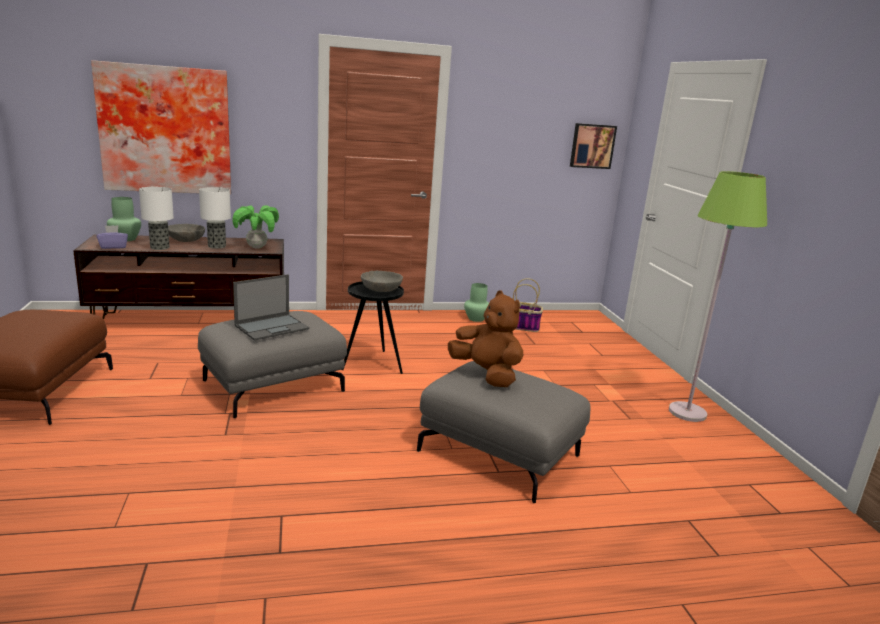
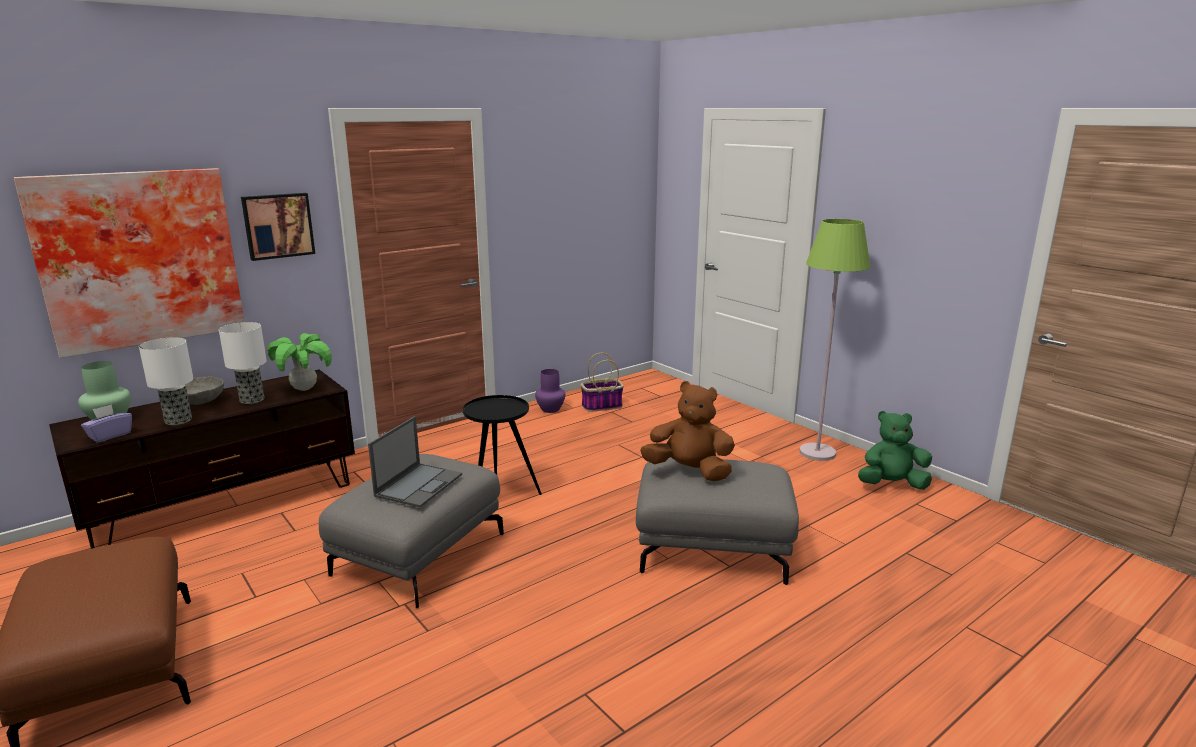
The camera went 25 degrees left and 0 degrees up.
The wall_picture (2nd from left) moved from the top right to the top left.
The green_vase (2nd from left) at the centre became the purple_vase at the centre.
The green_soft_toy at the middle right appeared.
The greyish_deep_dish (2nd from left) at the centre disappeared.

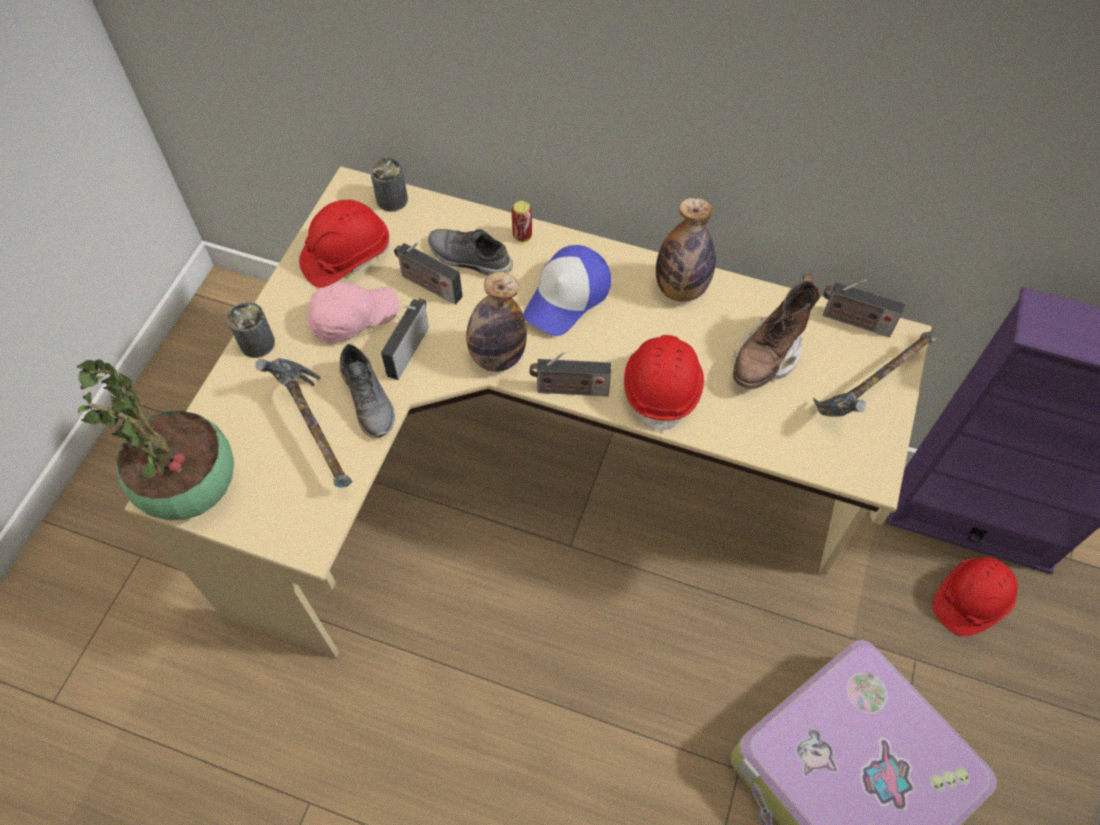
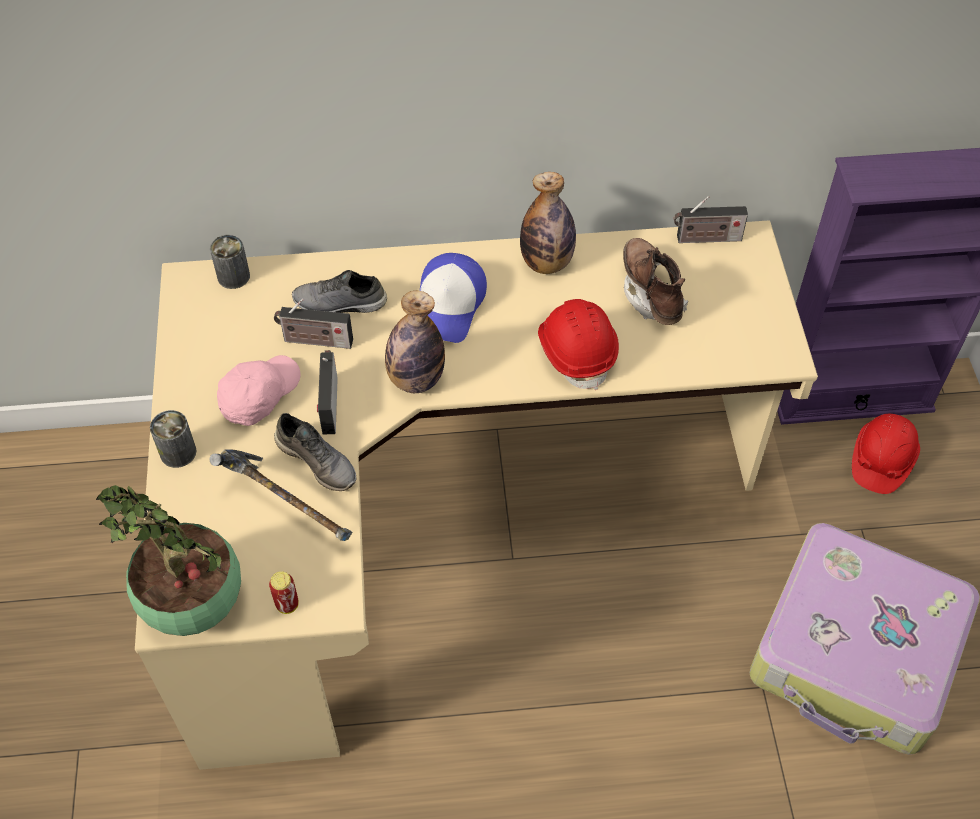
The camera went 25 degrees left and 5 degrees down.
The can (3rd from left) moved from the top centre to the bottom left.
The brownish_boot at the middle right turned 150 degrees clockwise.
The red-coloured_work_helmet (1st from left) at the top left disappeared.
The radio (3rd from left) at the centre disappeared.
The tool_hammer (2nd from left) at the middle right disappeared.

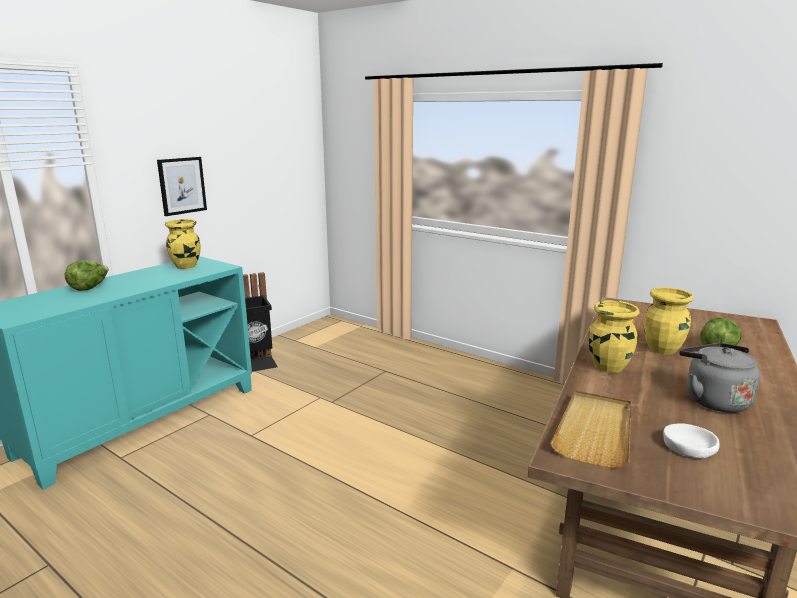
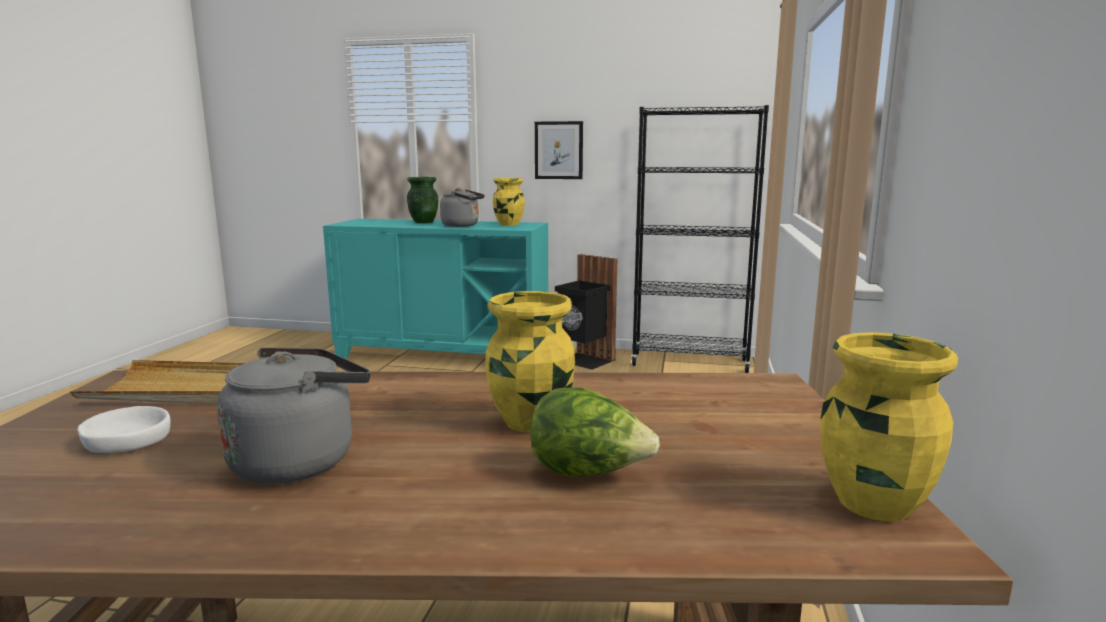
The camera went 65 degrees right and 5 degrees down.
The head_of_lettuce (1st from left) at the middle left was replaced by the green_vase at the top centre.
The greyish_tea_kettle (2nd from left) at the top centre appeared.
The black-coloured_shelving_unit at the centre appeared.
The yellow_vase (2nd from left in the first image) moved from the middle right to the bottom right.

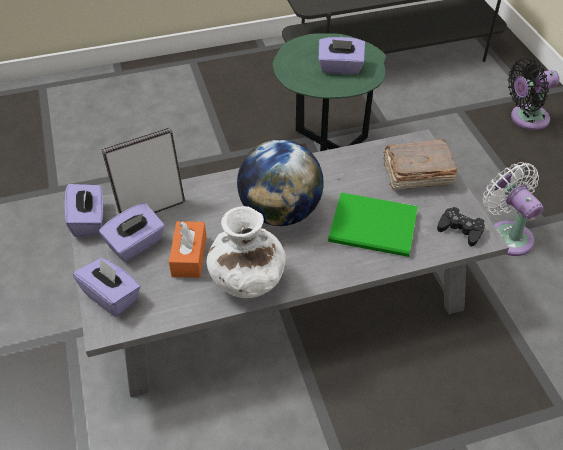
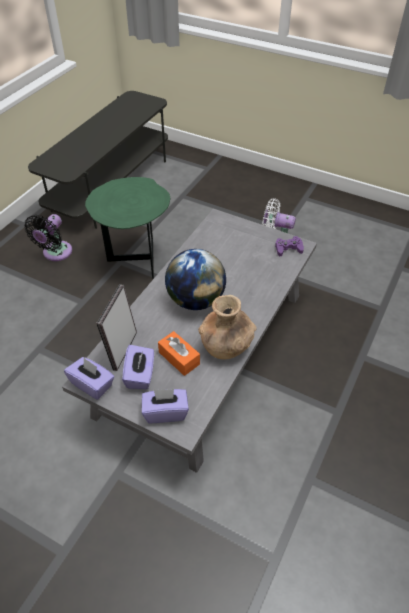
The camera went 45 degrees left and 0 degrees up.
The black-coloured_fan moved from the top right to the middle left.
The white_vase at the centre became the brownish_vase at the centre.
The black-coloured_joypad at the middle right became the purple_joypad at the middle right.
The purple_box_of_tissues (4th from left) at the top centre disappeared.
The green_bound_book at the centre disappeared.
The brownish_bound_book at the middle right disappeared.

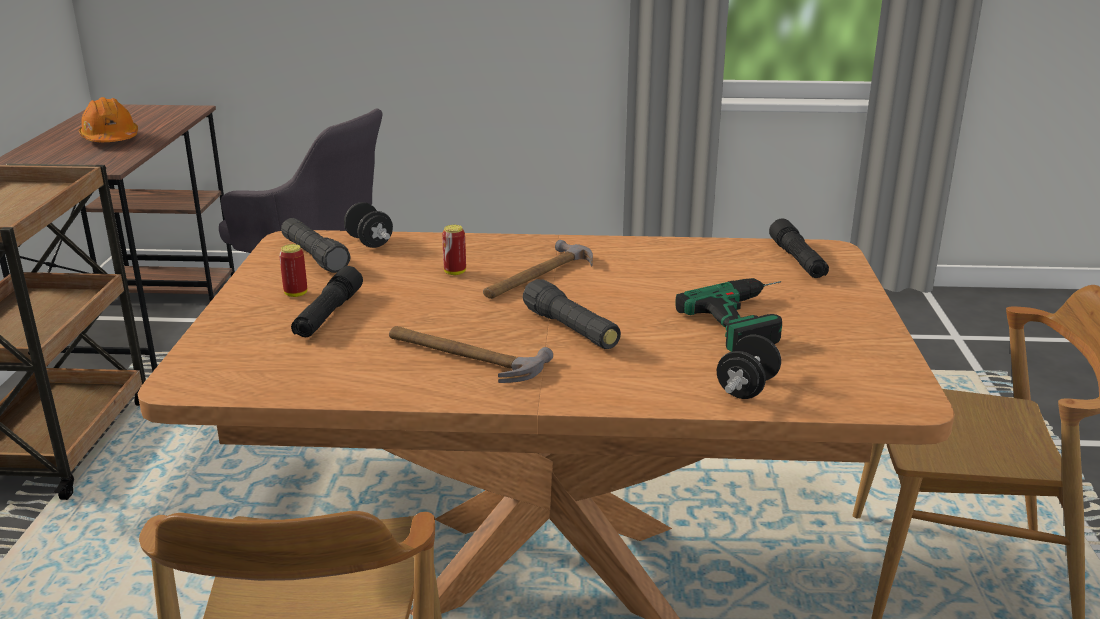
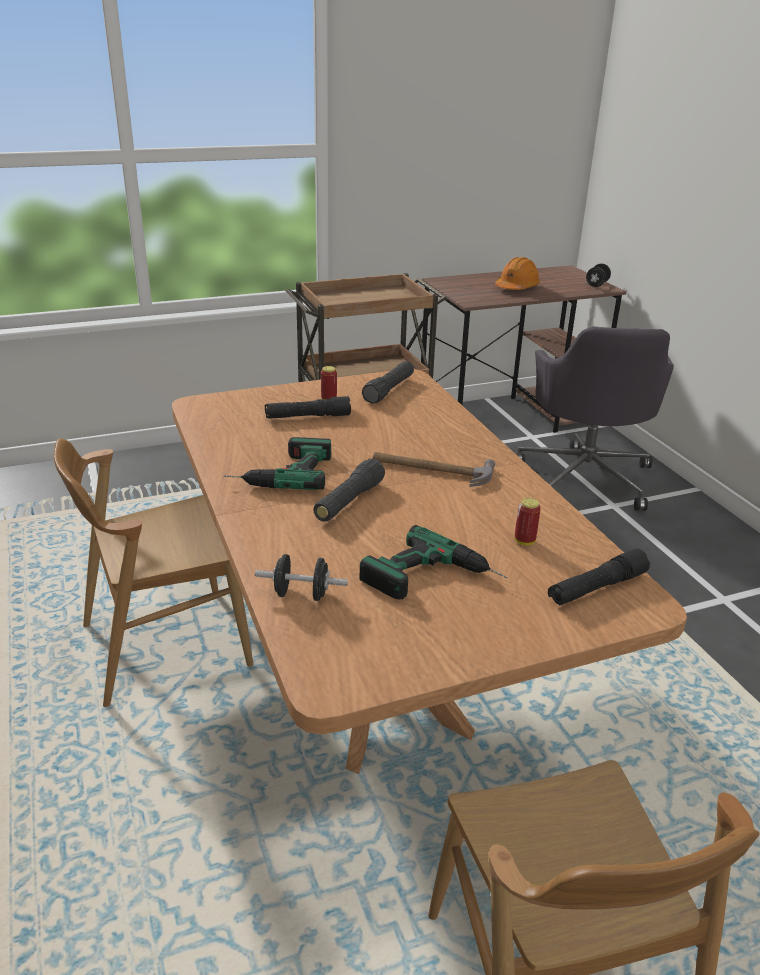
The camera went 65 degrees right and 5 degrees up.
The tool_hammer (1st from left) at the centre was replaced by the electric_drill (1st from left) at the centre.
The can (2nd from left) moved from the centre to the middle right.
The black-coloured_hand_weight (1st from left in the first image) moved from the centre to the top right.

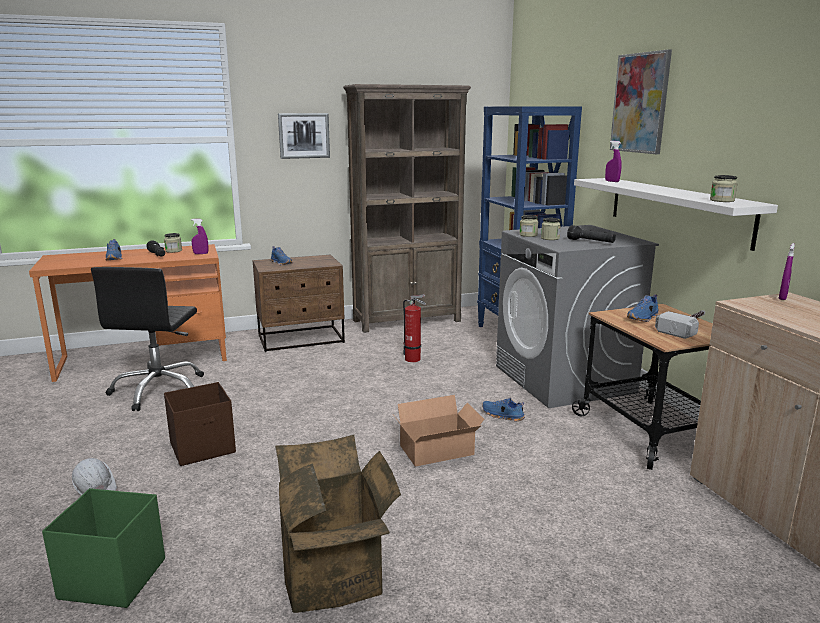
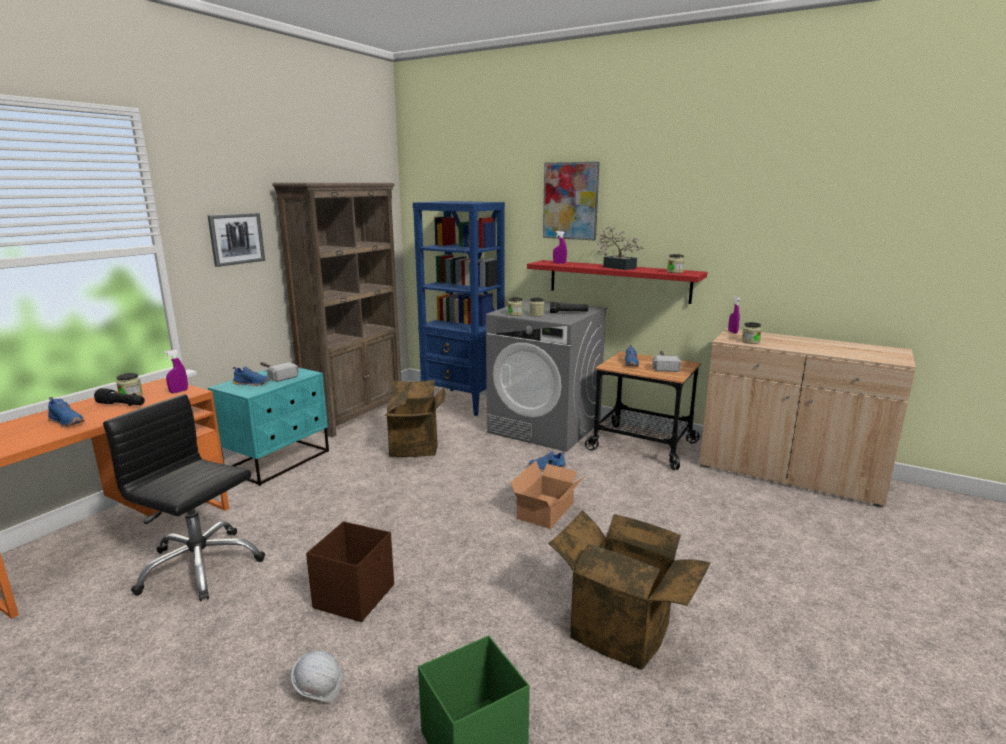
The camera went 40 degrees left and 0 degrees up.
The black-coloured_computer_chair at the middle left turned 150 degrees clockwise.
The brownish_night_table at the centre became the turquoise_night_table at the middle left.
The tool_hammer (1st from left) at the middle left appeared.
The fire_extinguisher at the centre was replaced by the packing_box (1st from left) at the centre.
The white_bracket_shelf at the middle right became the red-coloured_bracket_shelf at the centre.
The houseplant at the centre appeared.
The storage_jar (5th from left) at the middle right appeared.

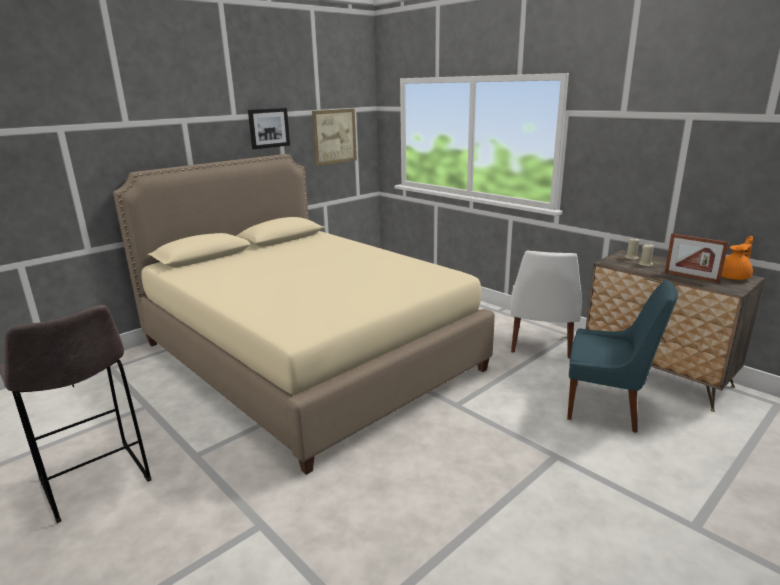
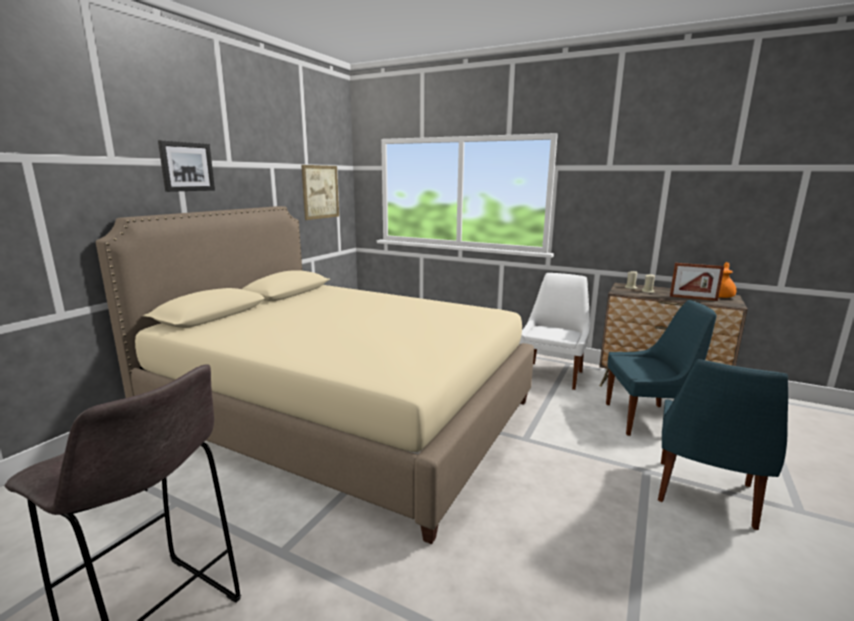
The camera went 20 degrees left and 5 degrees down.
The wall_picture (1st from left) moved from the top centre to the top left.
The white_plain_chair at the middle right turned 150 degrees counterclockwise.
The bluish_plain_chair (2nd from left) at the bottom right appeared.

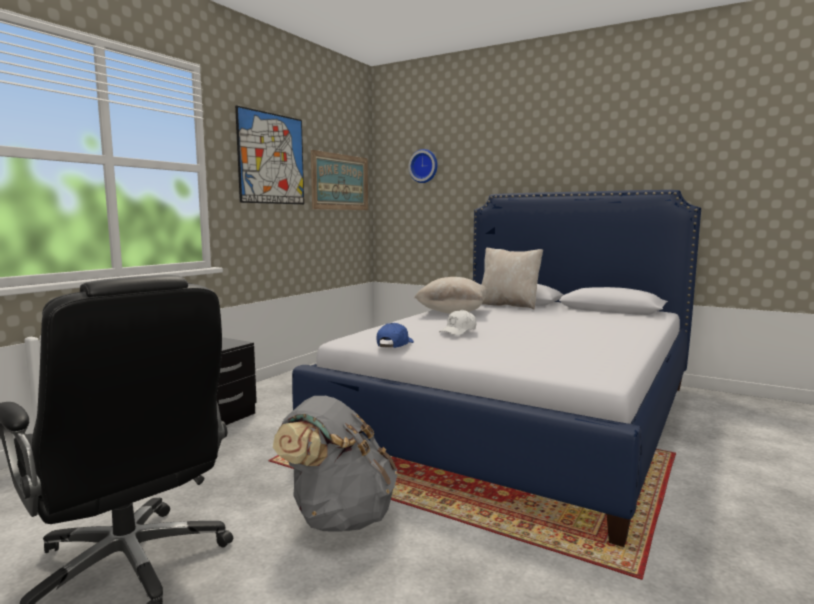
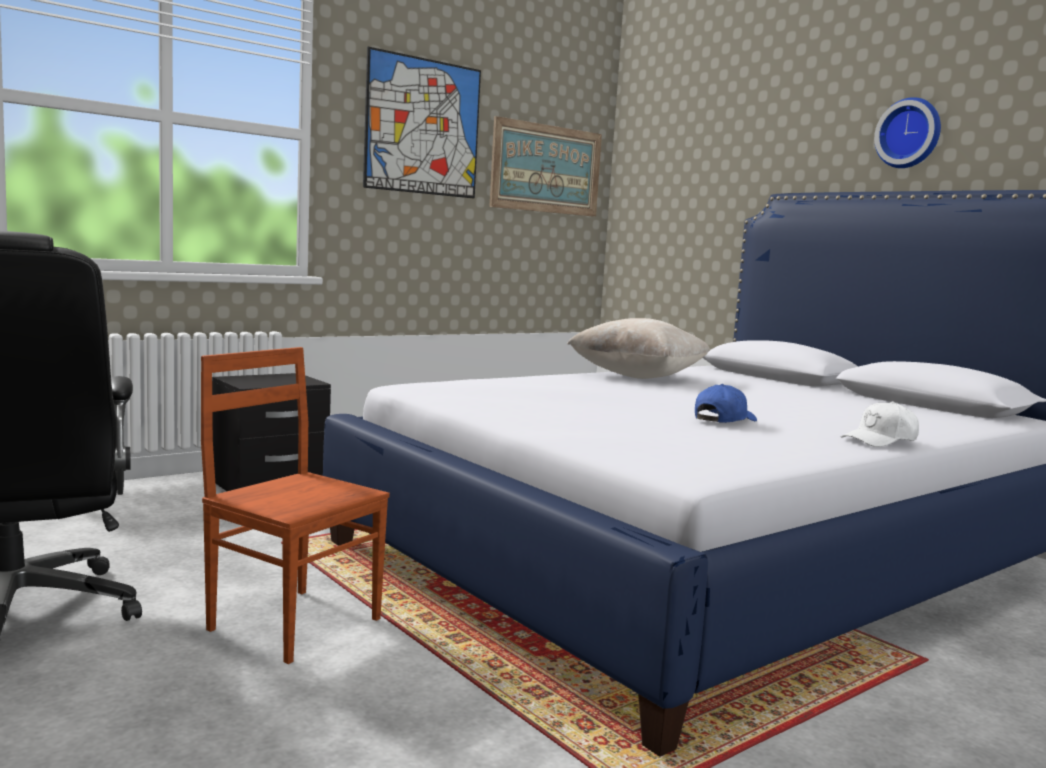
The camera went 20 degrees right and 0 degrees up.
The greyish_knapsack at the bottom centre was replaced by the brownish_plain_chair at the middle left.
The bluish_peaked_cap moved from the centre to the middle right.
The white_peaked_cap moved from the centre to the middle right.
The hanging_clock moved from the top centre to the top right.
The beige-coloured_cushion (2nd from left) at the centre disappeared.

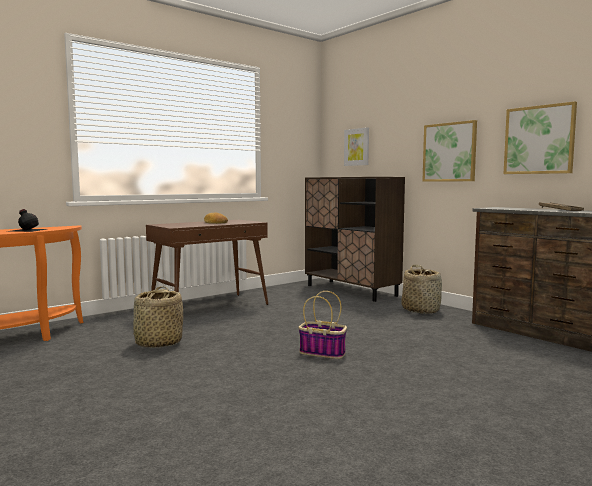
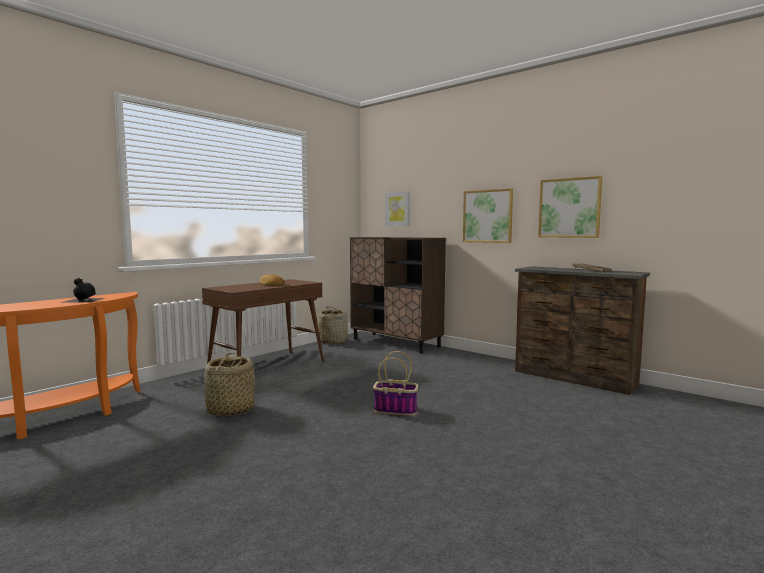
The camera went 10 degrees left and 0 degrees up.
The basket (3rd from left in the first image) moved from the middle right to the centre.

